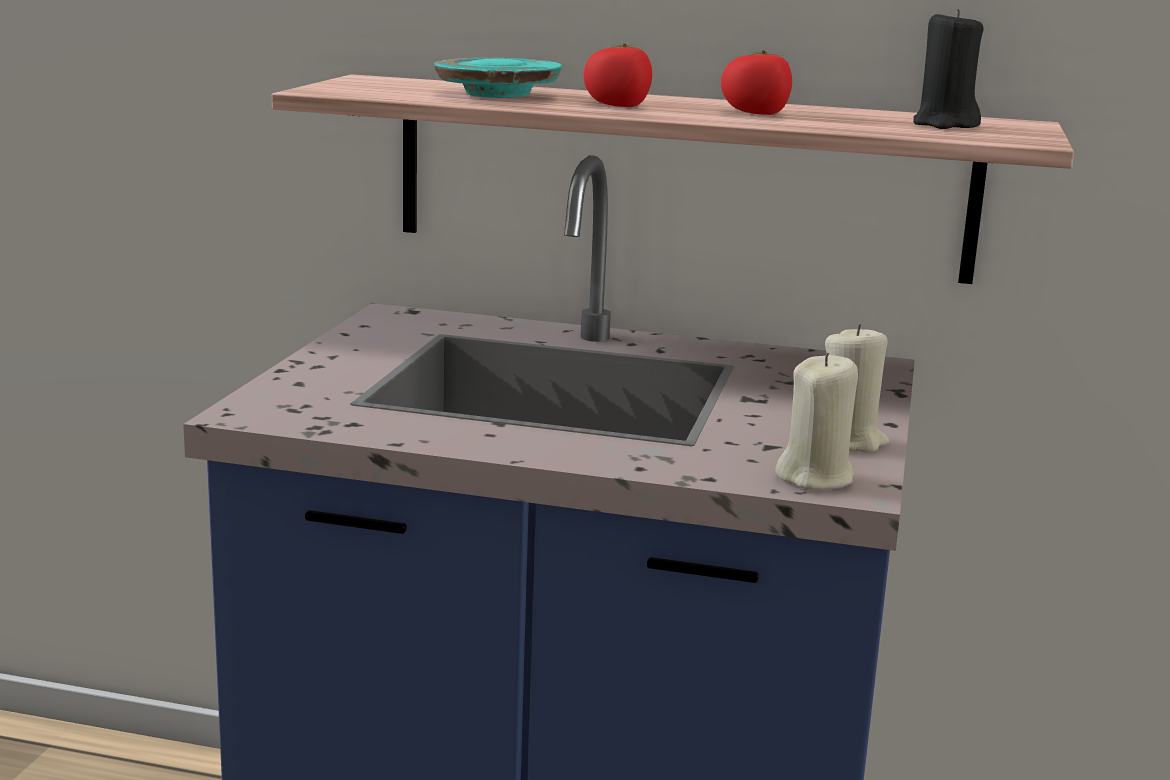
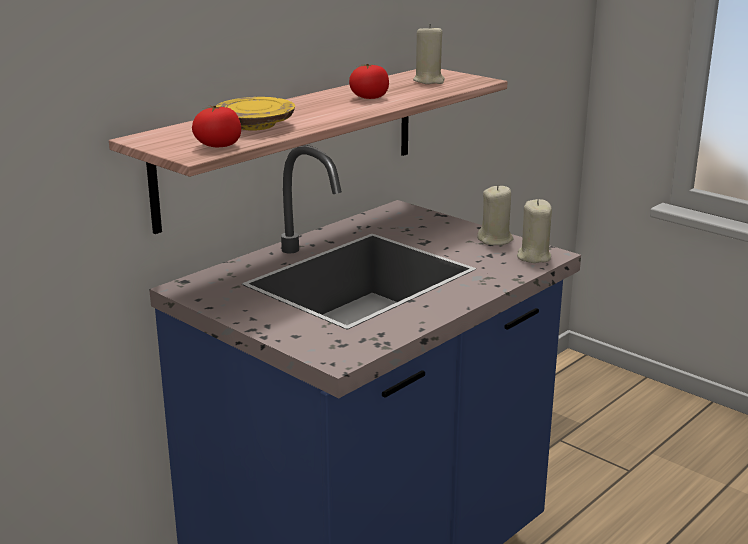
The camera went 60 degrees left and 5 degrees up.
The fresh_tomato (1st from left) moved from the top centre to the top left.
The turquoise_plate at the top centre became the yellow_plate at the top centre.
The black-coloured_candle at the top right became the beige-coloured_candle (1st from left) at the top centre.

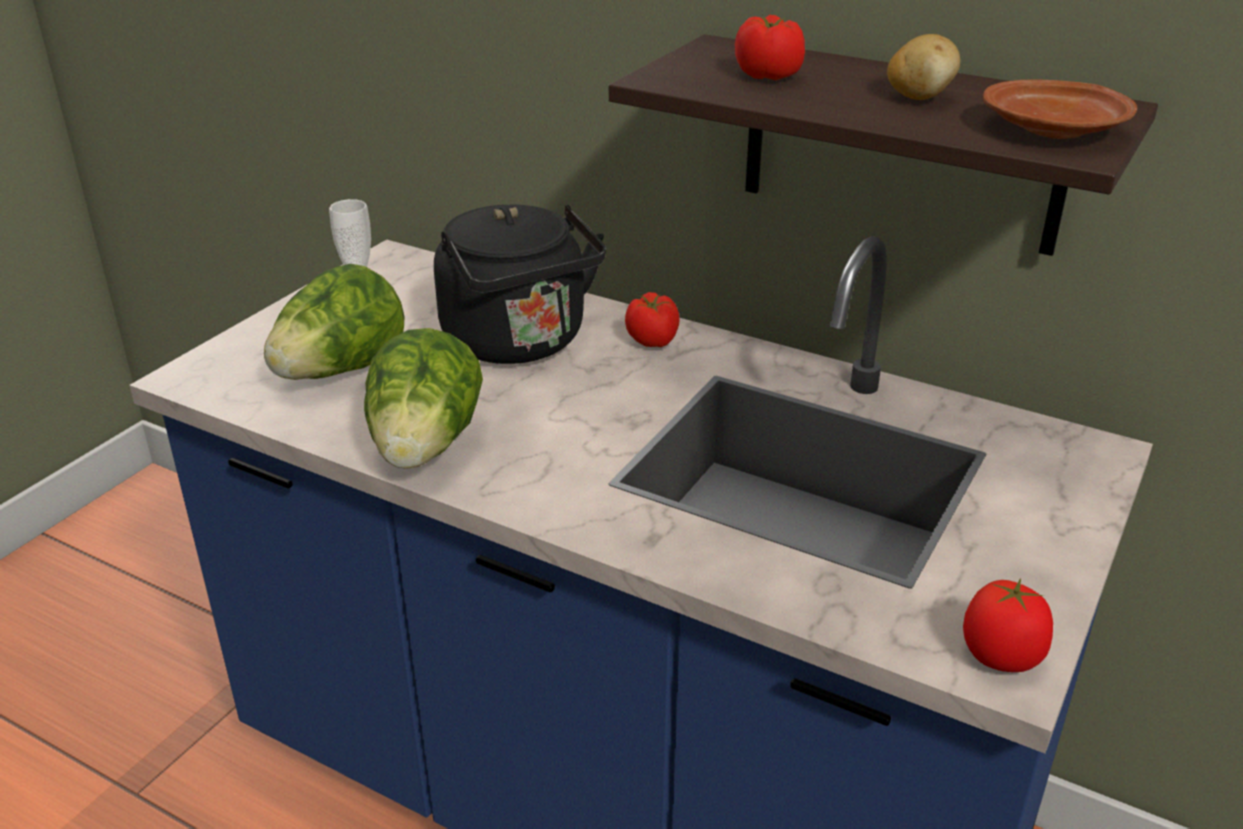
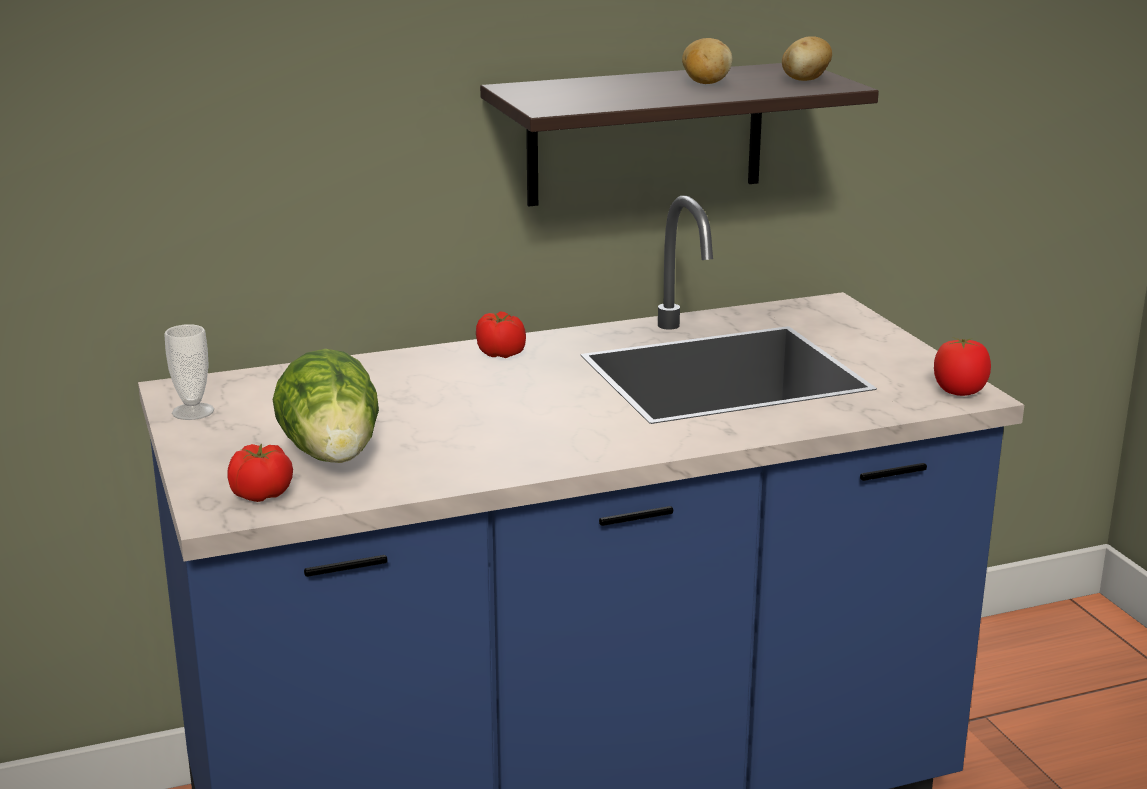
The camera went 50 degrees left and 10 degrees down.
The fresh_tomato (2nd from left in the first image) moved from the top centre to the middle left.
The brownish_plate at the top right was replaced by the whole_potato (2nd from left) at the top right.
The head_of_lettuce (2nd from left) at the centre disappeared.
The black-coloured_tea_kettle at the centre disappeared.

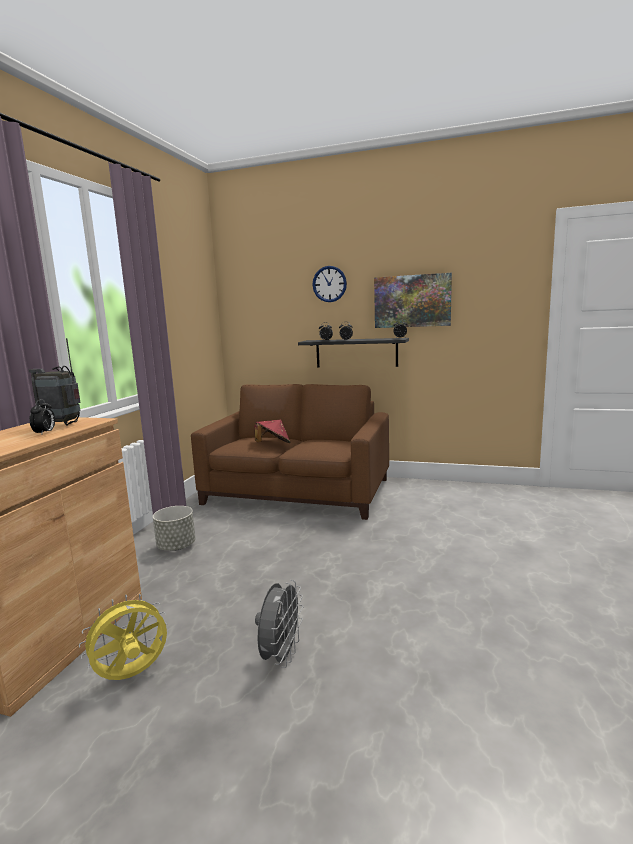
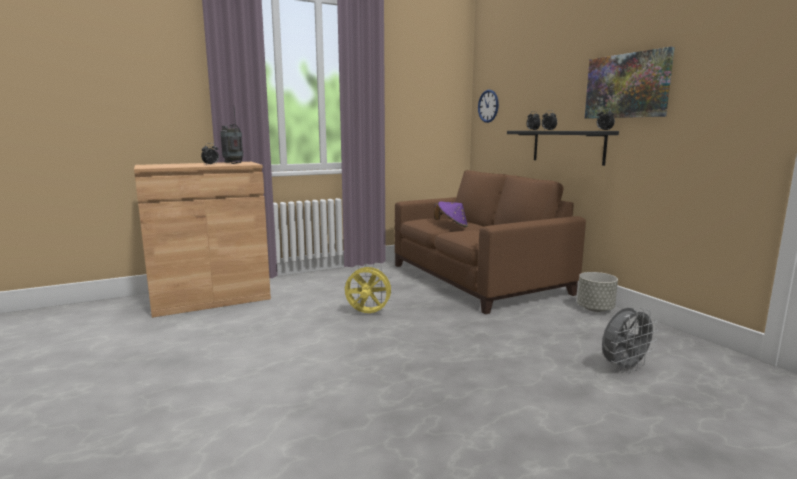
The camera went 45 degrees right and 0 degrees up.
The yellow_fan moved from the bottom left to the centre.
The red-coloured_hat at the centre became the purple_hat at the centre.
The hanging_clock moved from the centre to the top centre.
The greyish_planter moved from the middle left to the middle right.
The greyish_fan moved from the bottom centre to the bottom right.

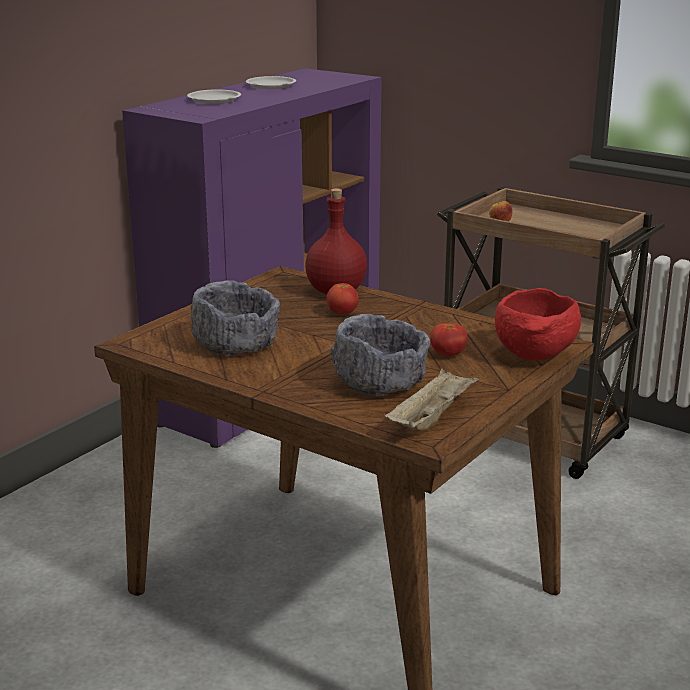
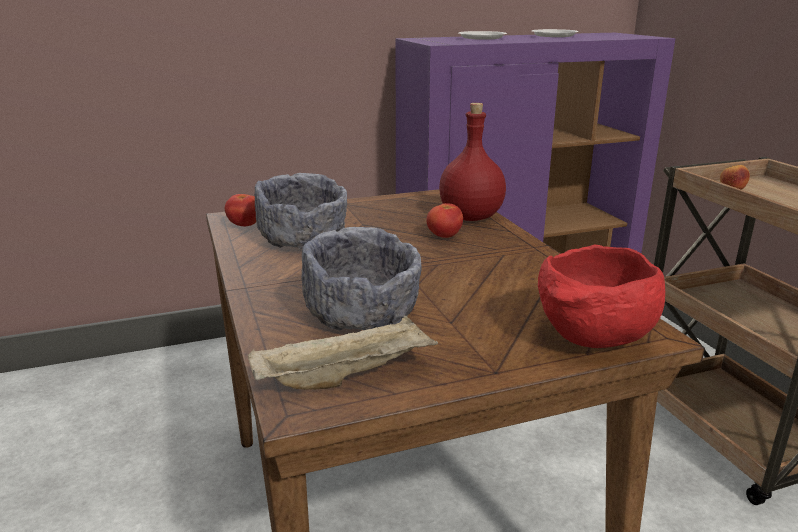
The camera went 35 degrees right and 0 degrees up.
The fresh_tomato (2nd from left in the first image) moved from the centre to the middle left.

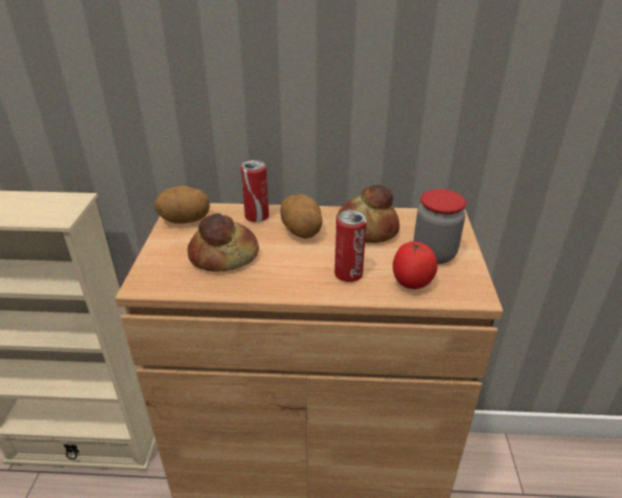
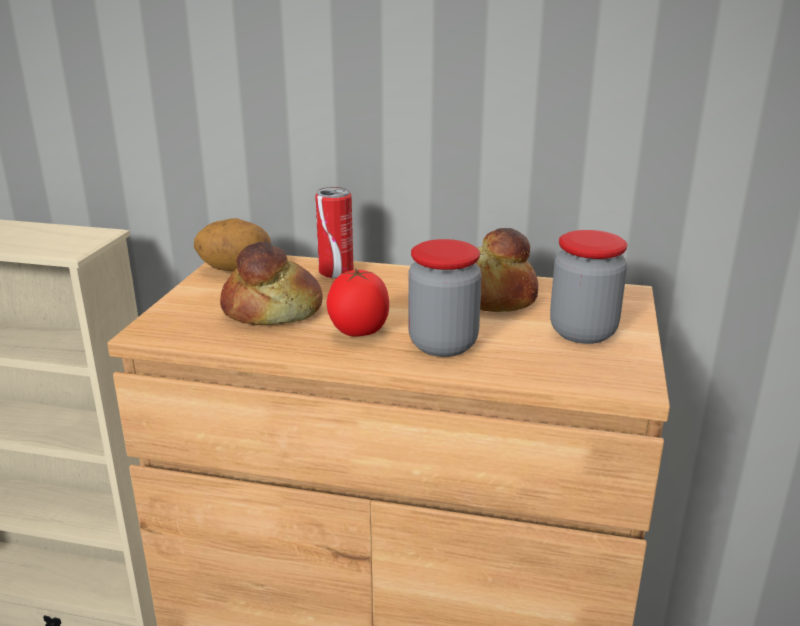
The camera went 10 degrees right and 10 degrees down.
The fresh_tomato moved from the middle right to the centre.
The can (2nd from left) at the centre was replaced by the storage_jar (1st from left) at the centre.
The whole_potato (2nd from left) at the centre disappeared.

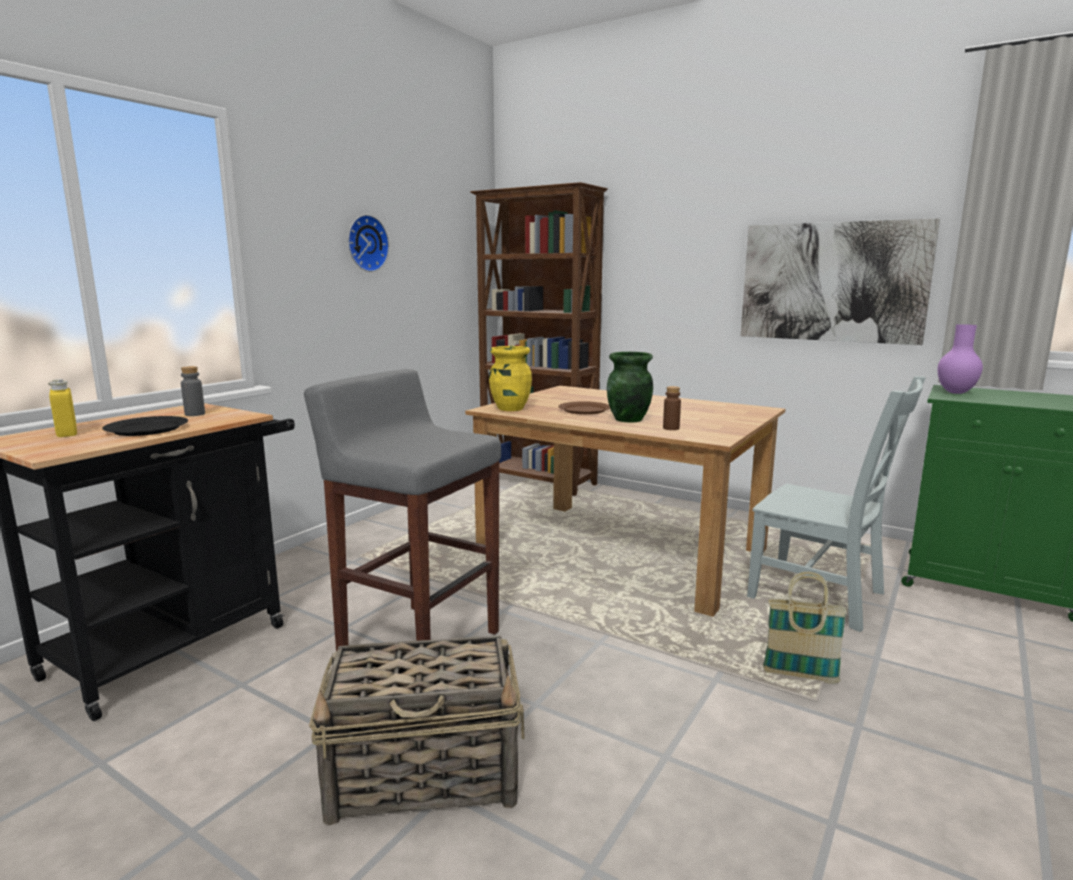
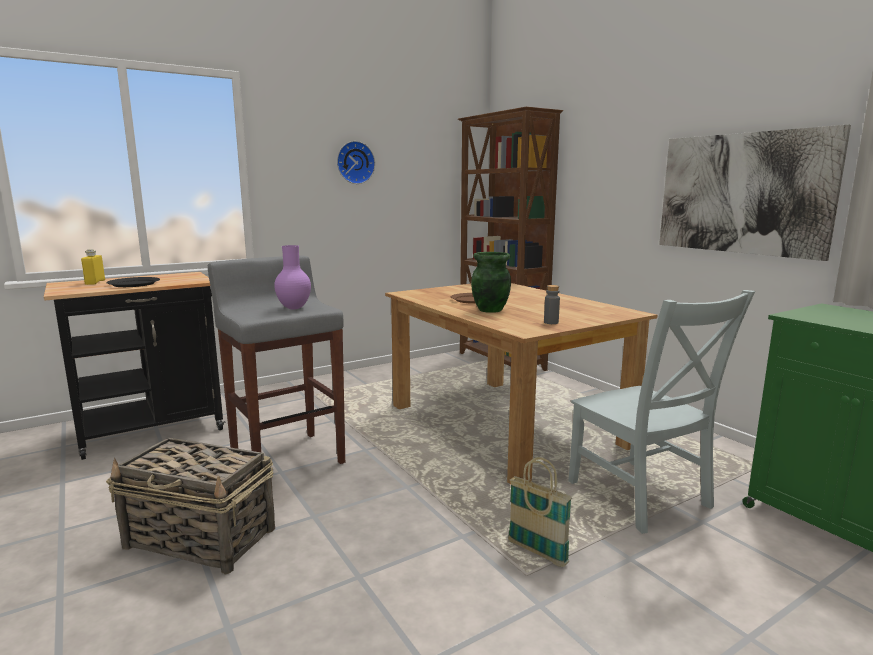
The camera went 25 degrees right and 0 degrees up.
The purple_vase moved from the middle right to the centre.
The greyish_beverage_bottle moved from the middle left to the centre.
The yellow_vase at the centre disappeared.
The brownish_beverage_bottle at the centre disappeared.

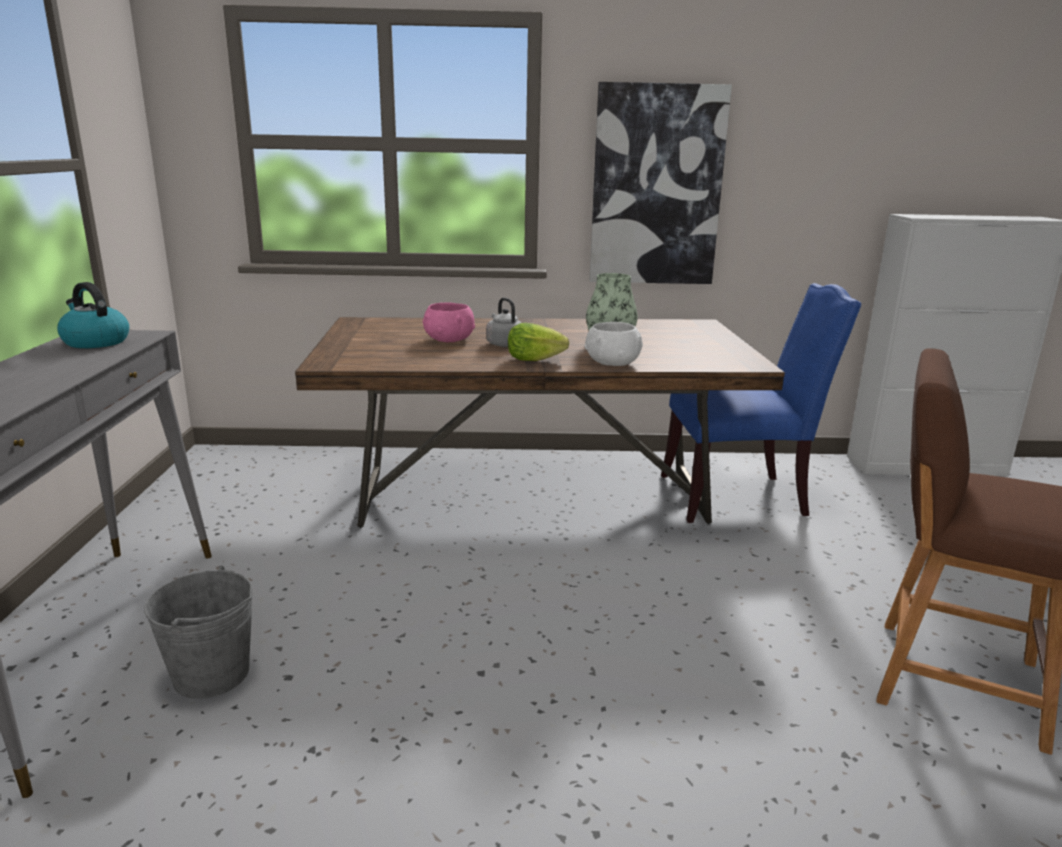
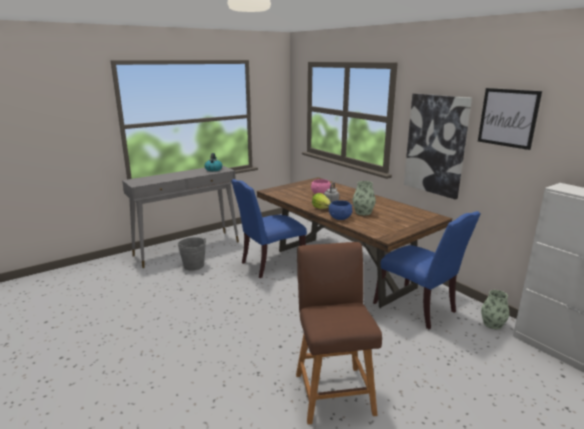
The camera went 55 degrees right and 0 degrees up.
The bluish_plain_chair (1st from left) at the centre appeared.
The white_deep_dish at the centre became the bluish_deep_dish at the centre.
The wall_picture (2nd from left) at the top right appeared.
The vase (2nd from left) at the bottom right appeared.

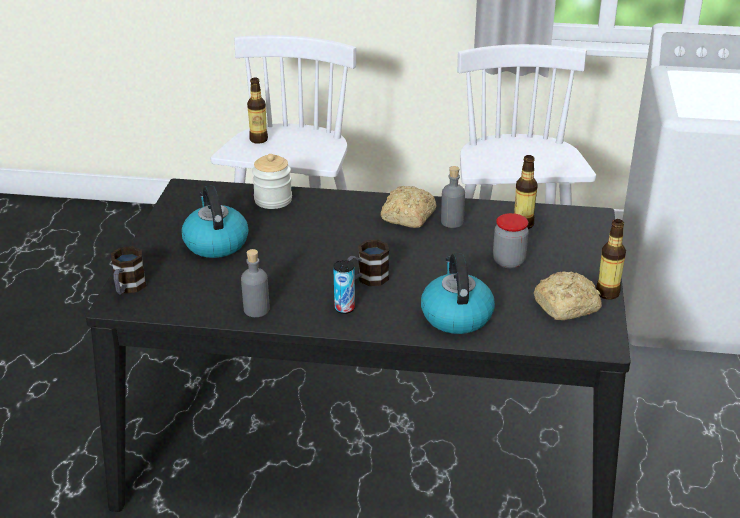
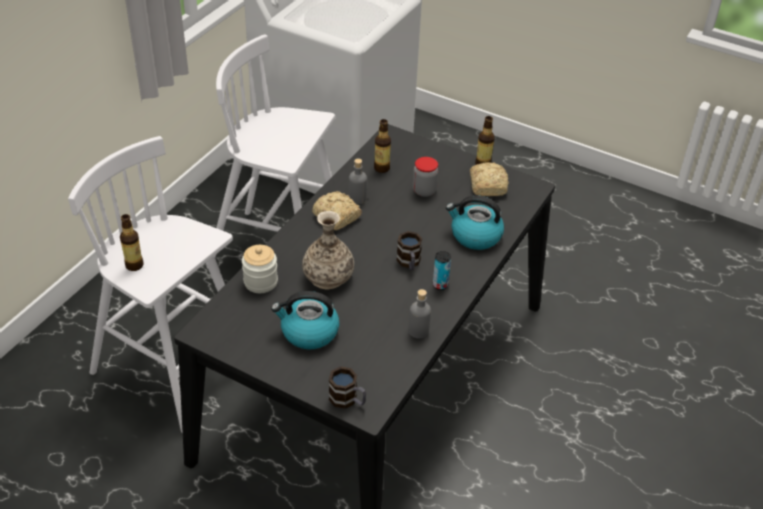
The camera went 70 degrees left and 10 degrees up.
The vase at the centre appeared.

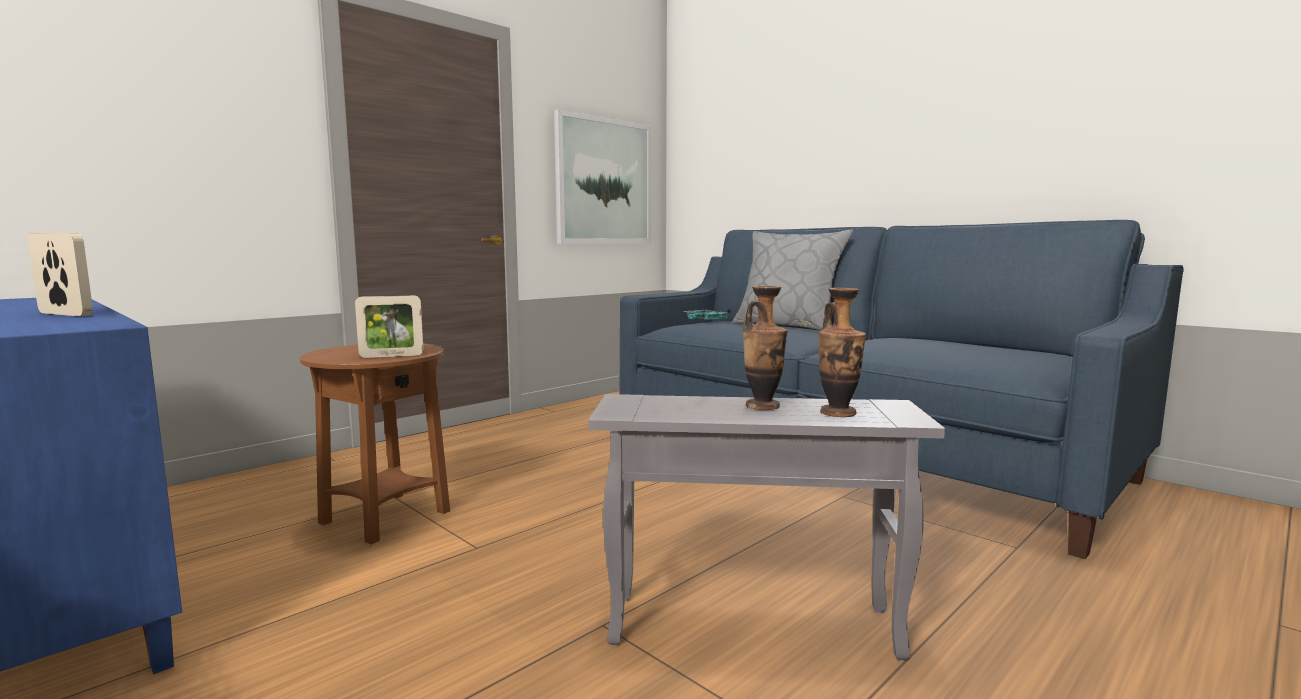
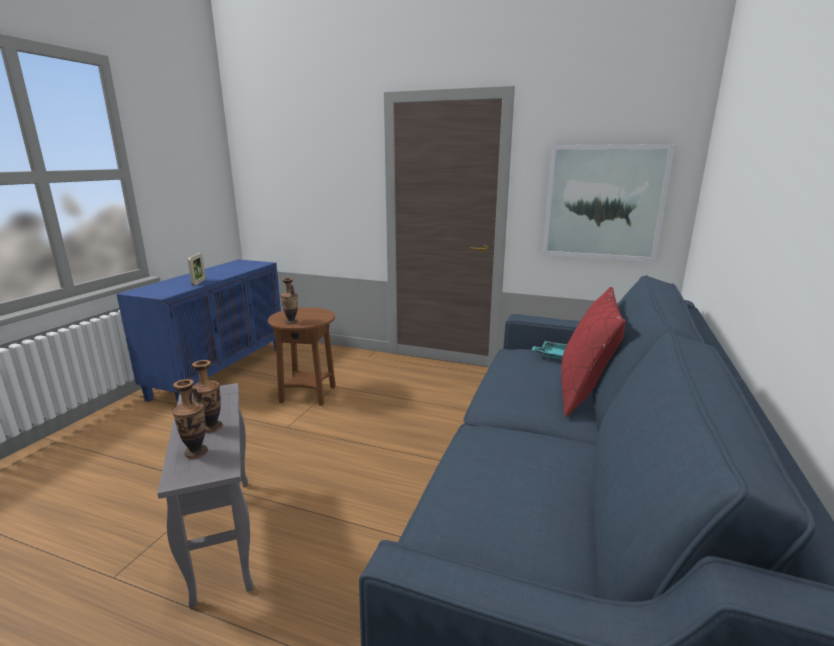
The camera went 65 degrees right and 10 degrees up.
The picture_frame (2nd from left) at the middle left was replaced by the vase (3rd from left) at the centre.
The greyish_cushion at the centre became the red-coloured_cushion at the middle right.

